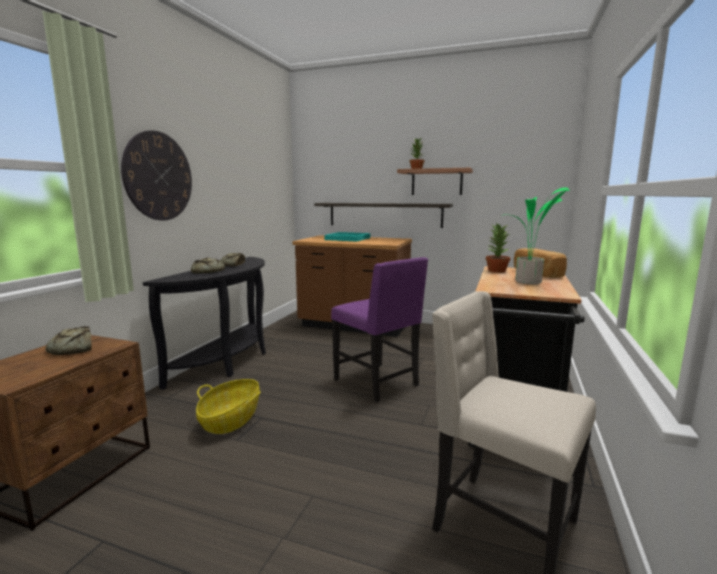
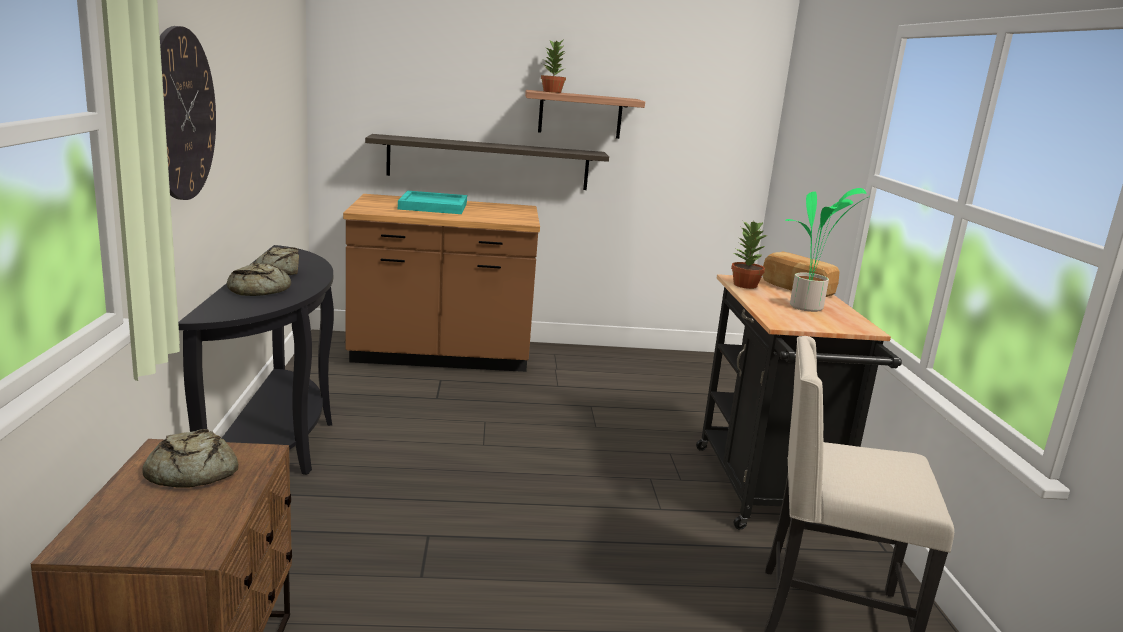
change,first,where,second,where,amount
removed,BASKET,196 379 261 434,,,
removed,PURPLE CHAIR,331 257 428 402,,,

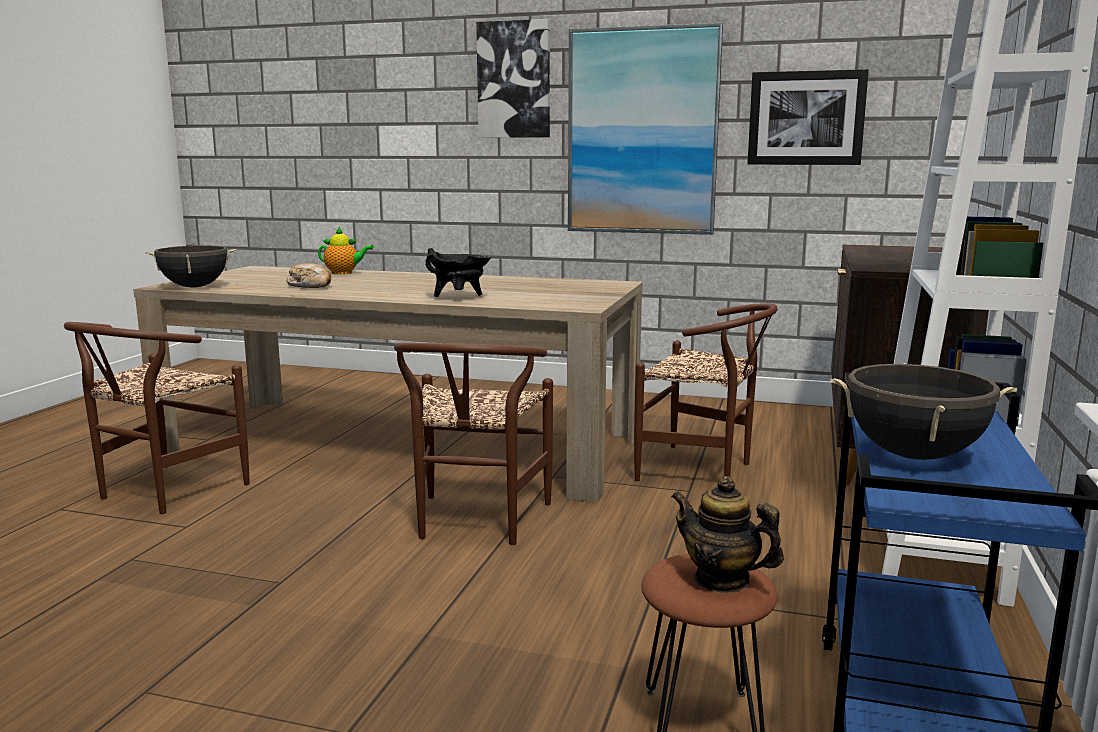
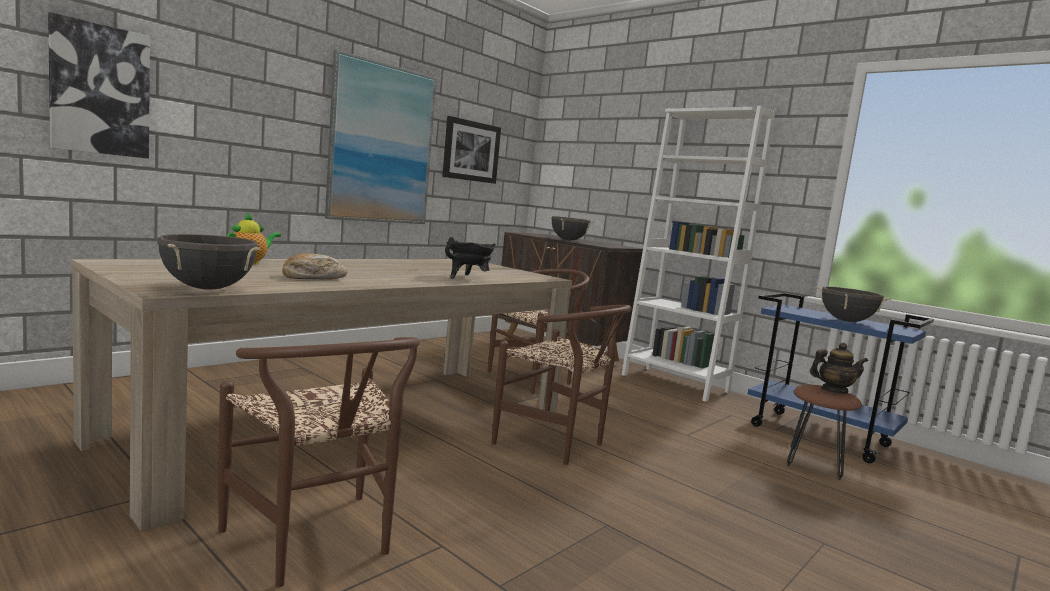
change,first,where,second,where,amount
moved,PICTURE,476 19 550 138,,48 12 150 159,
added,,,BLACK COOKING POT,549 216 594 240,
turned,TEAPOT,671 476 784 593,,810 342 868 394,150 degrees counterclockwise

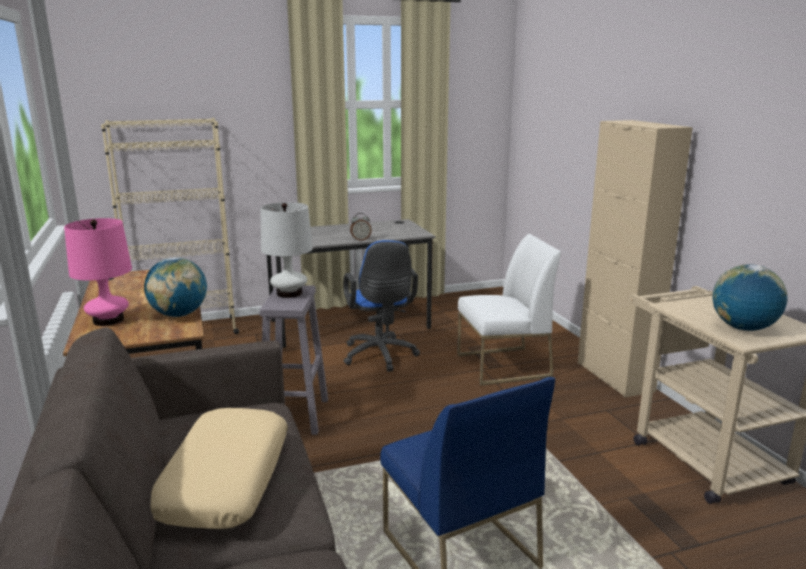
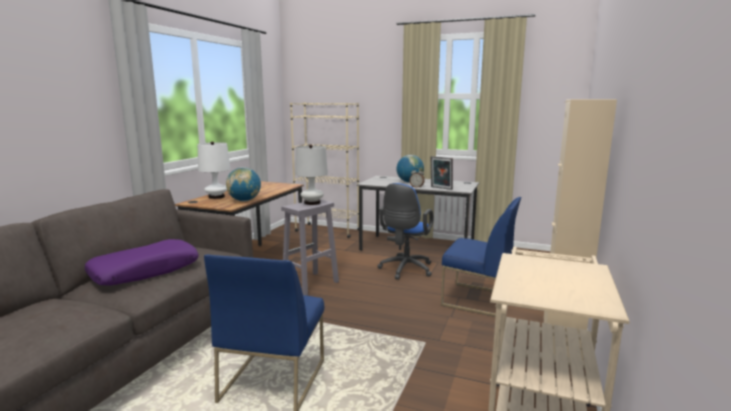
change,first,where,second,where,amount
recoloured,BEIGE PILLOW,150 408 288 529,PURPLE PILLOW,85 239 199 286,
recoloured,PINK TABLE LAMP,64 218 132 326,WHITE TABLE LAMP,198 141 231 199,
moved,GLOBE,713 264 788 331,,396 155 424 183,
added,,,PICTURE FRAME,431 156 453 190,
recoloured,WHITE CHAIR,457 234 561 385,BLUE CHAIR,441 197 521 317,

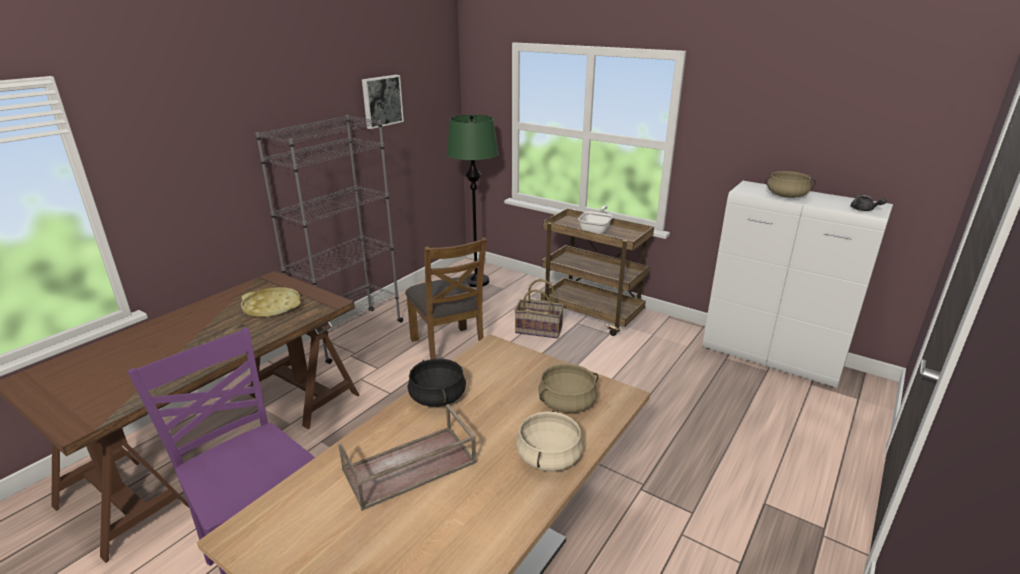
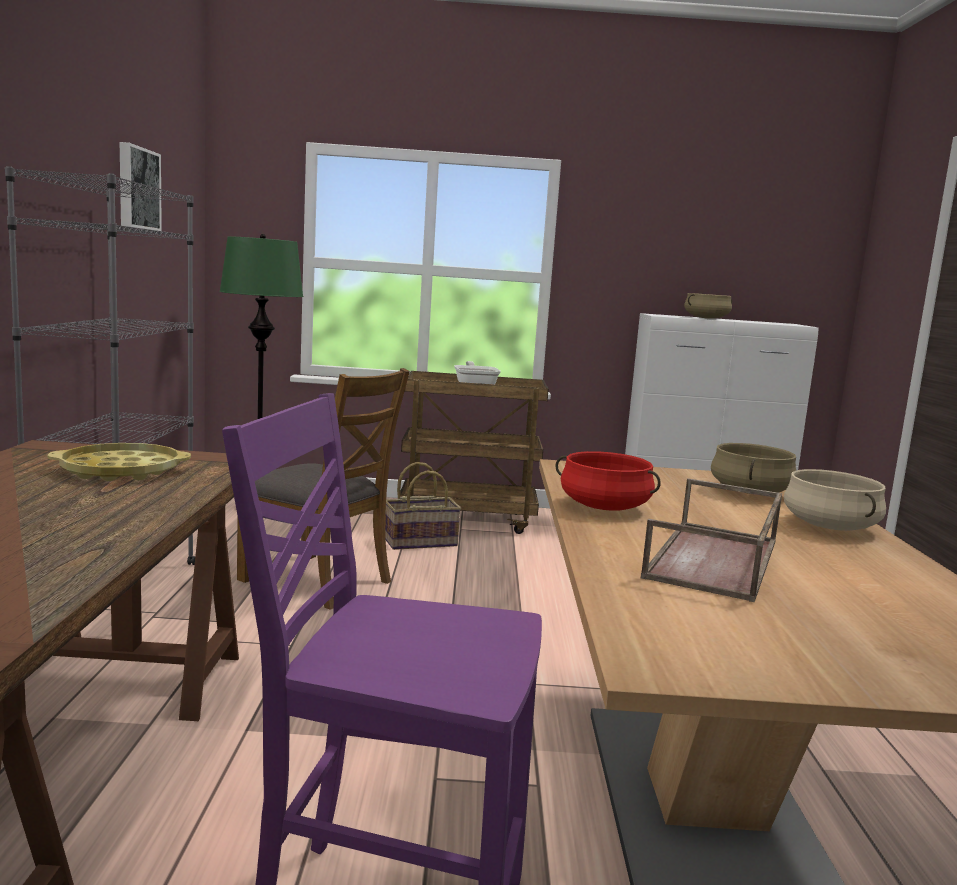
change,first,where,second,where,amount
recoloured,BLACK COOKING POT,408 359 466 407,RED COOKING POT,555 451 661 511,
removed,GREY TEAPOT,851 195 887 211,,,

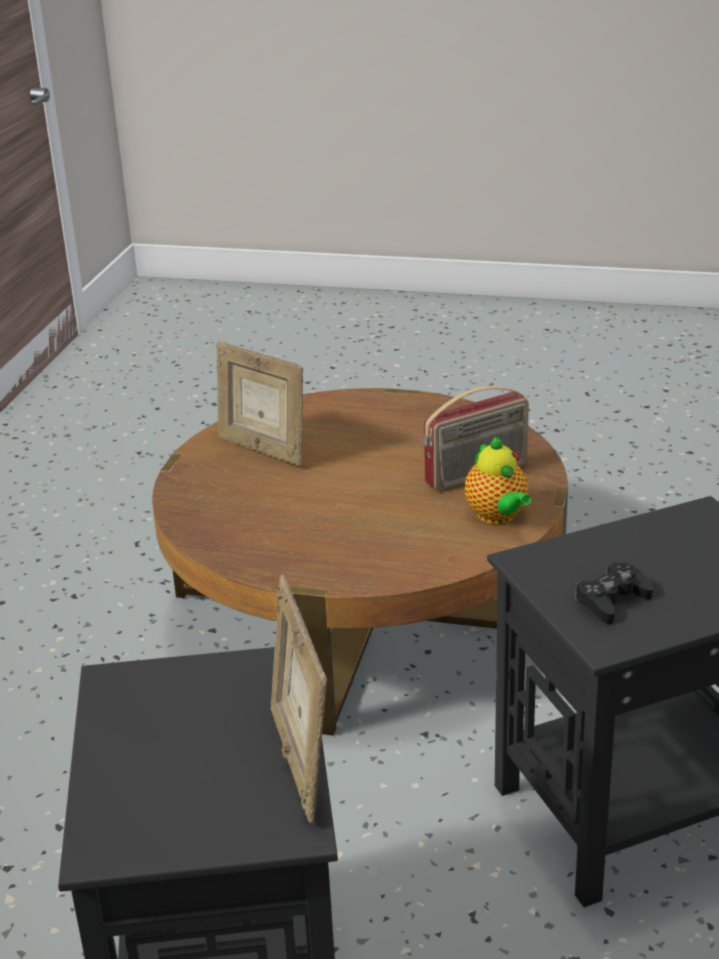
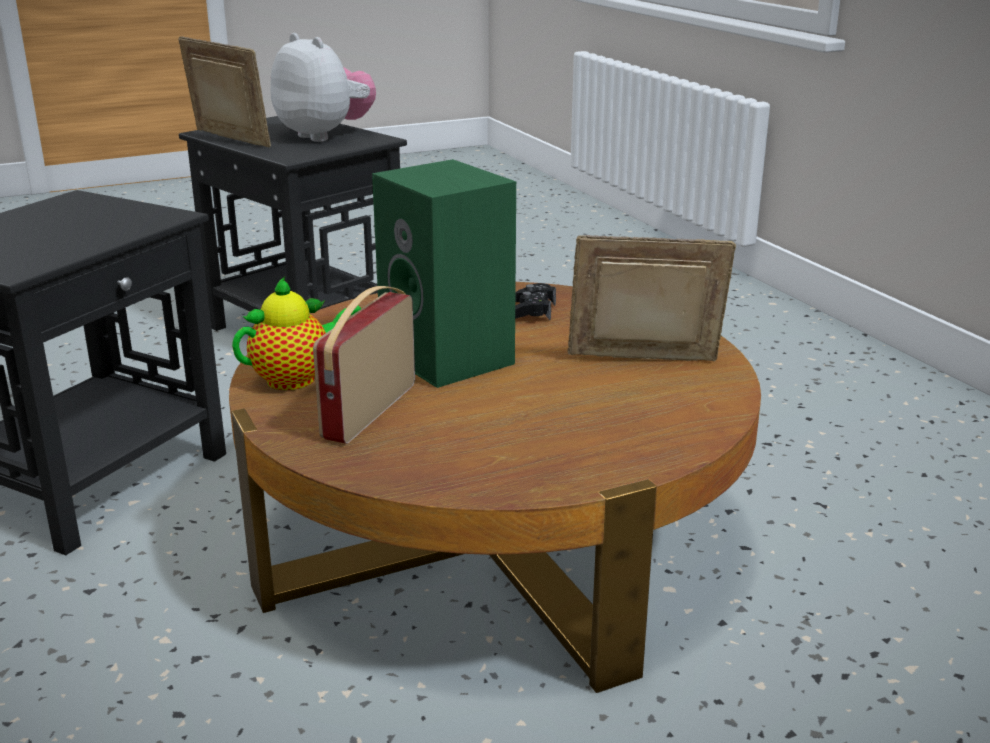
change,first,where,second,where,amount
turned,TEAPOT,465 436 531 524,,232 276 362 390,120 degrees clockwise
added,,,PLUSH TOY,270 33 376 142,
added,,,GREEN SPEAKER,372 159 516 388,
moved,BLACK GAME CONTROLLER,575 562 653 624,,515 283 556 320,

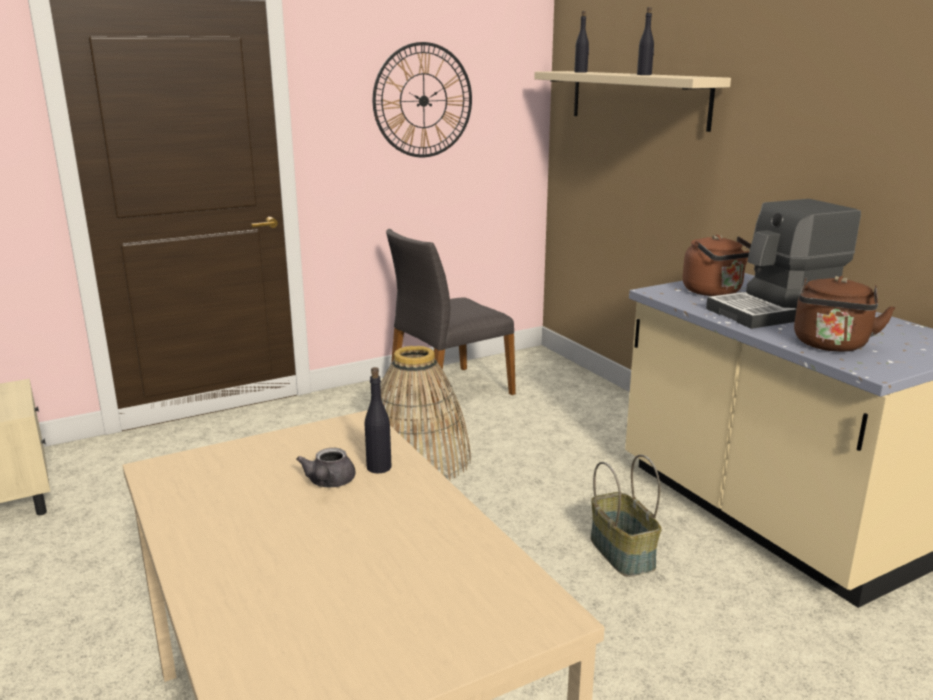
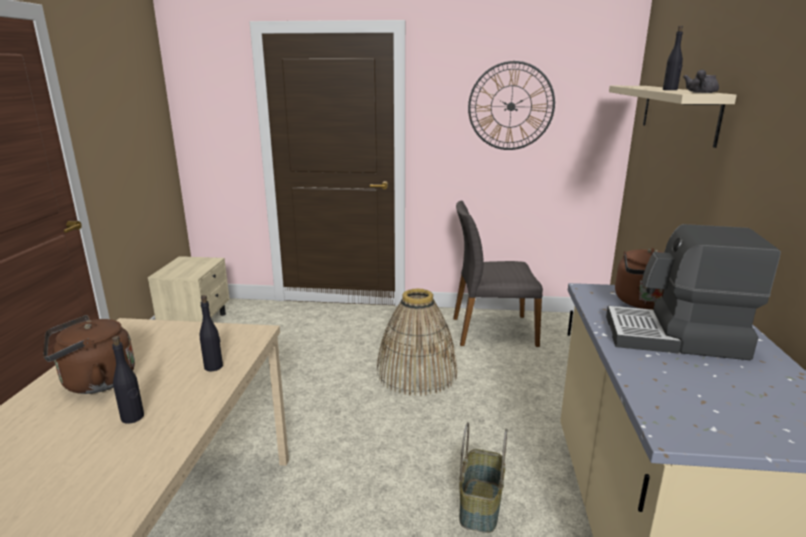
change,first,where,second,where,amount
moved,BROWN KETTLE,794 276 896 352,,43 315 135 394,
moved,BLACK BOTTLE,574 11 589 73,,112 336 144 424,
moved,GREY TEAPOT,296 448 355 488,,683 70 719 93,

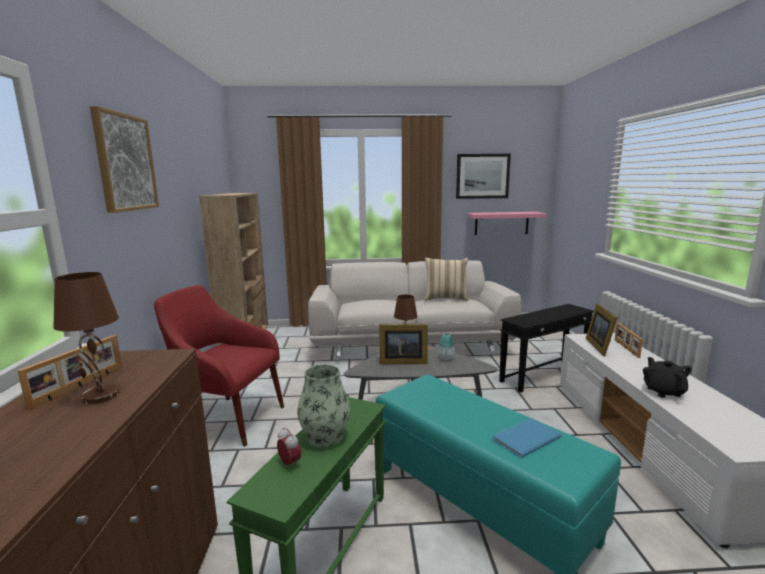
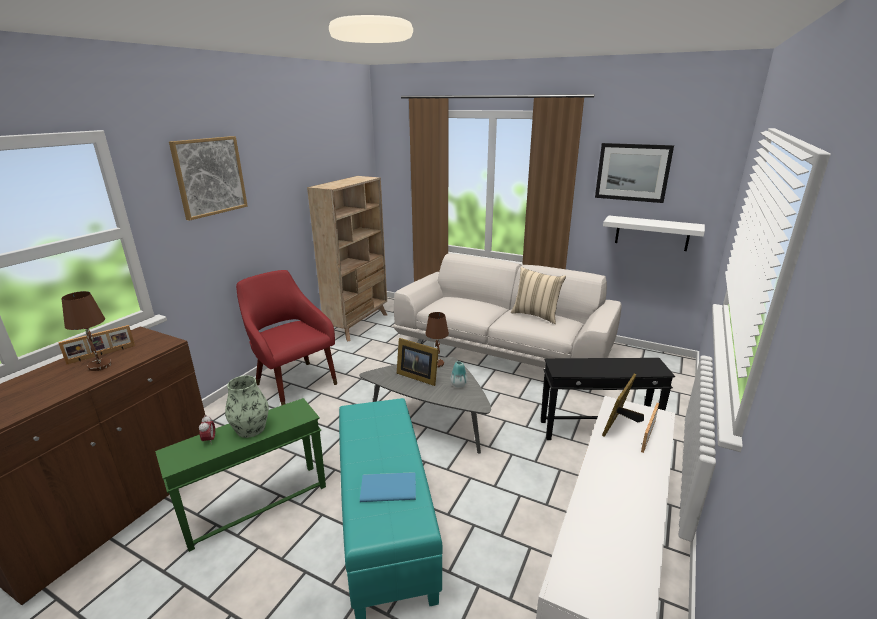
change,first,where,second,where,amount
recoloured,PINK SHELF,467 212 546 235,WHITE SHELF,603 215 705 251,
removed,BLACK TEAPOT,643 357 692 398,,,

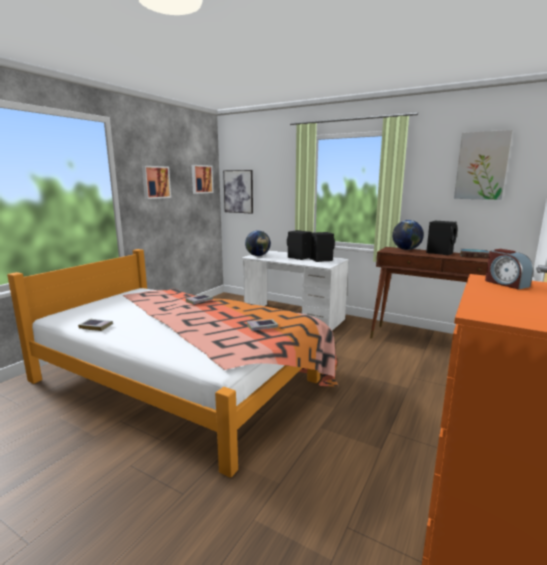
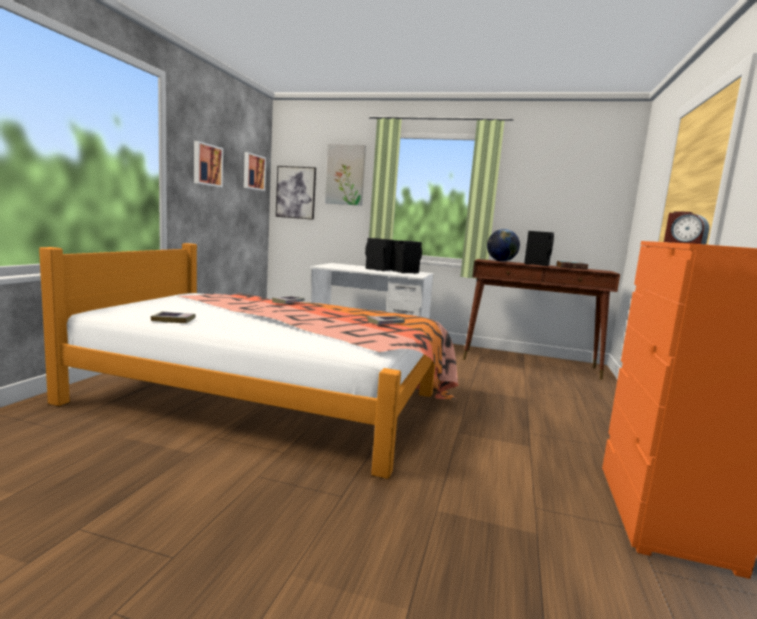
change,first,where,second,where,amount
moved,PICTURE,454 130 512 200,,325 144 366 206,
removed,GLOBE,245 230 271 256,,,

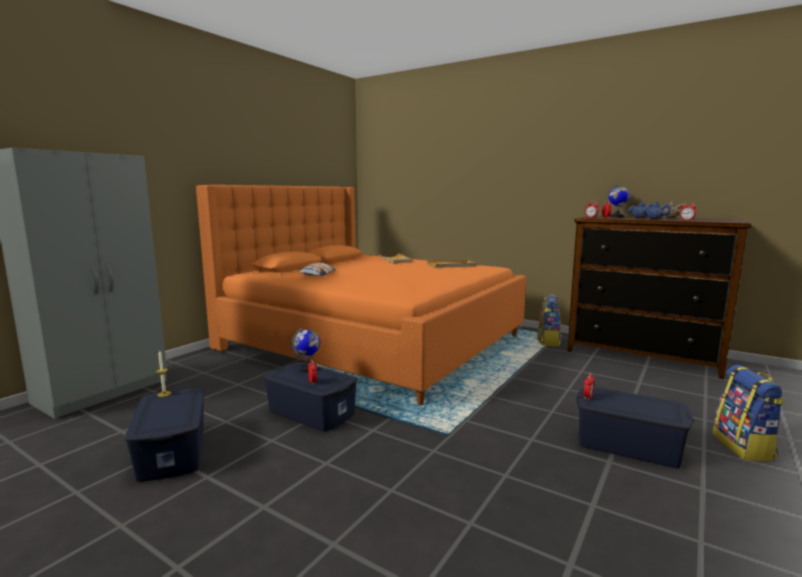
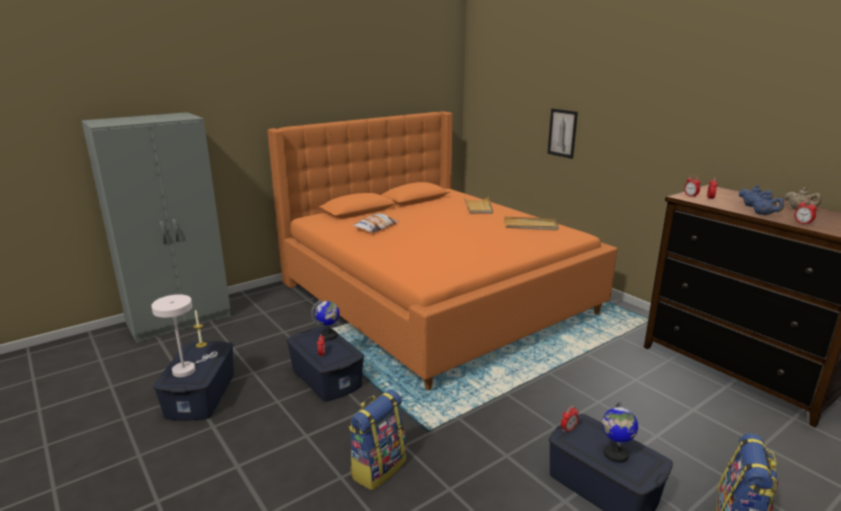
change,first,where,second,where,amount
added,,,WHITE TABLE LAMP,151 294 218 377,
moved,BACKPACK,537 294 562 347,,349 390 406 491,
added,,,PICTURE,547 108 578 159,
moved,GLOBE,608 184 630 217,,602 402 638 463,

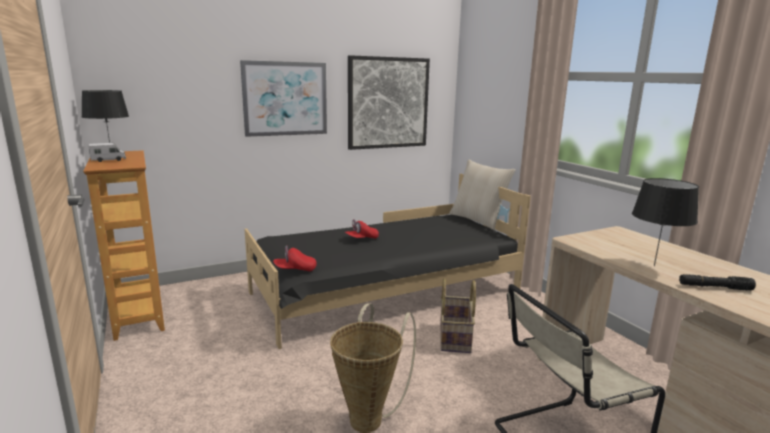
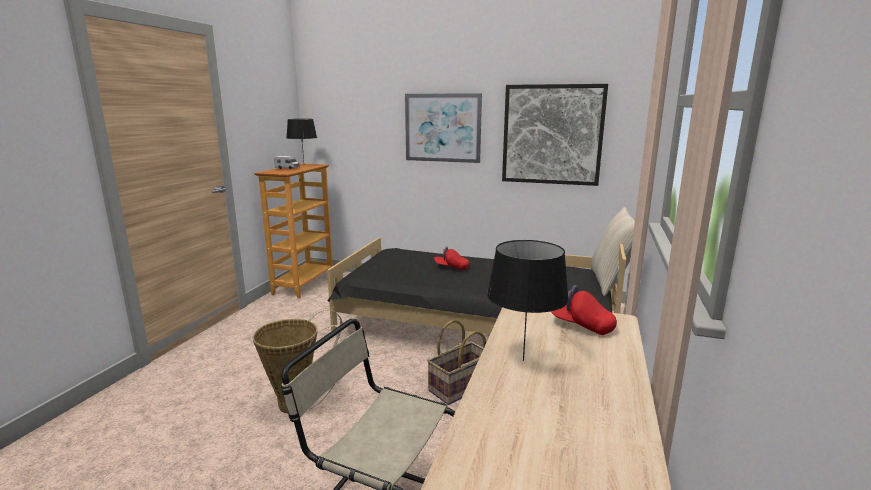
change,first,where,second,where,amount
moved,RED CAP,273 245 317 271,,551 285 617 335,
removed,BLACK FLASHLIGHT,679 274 756 290,,,

